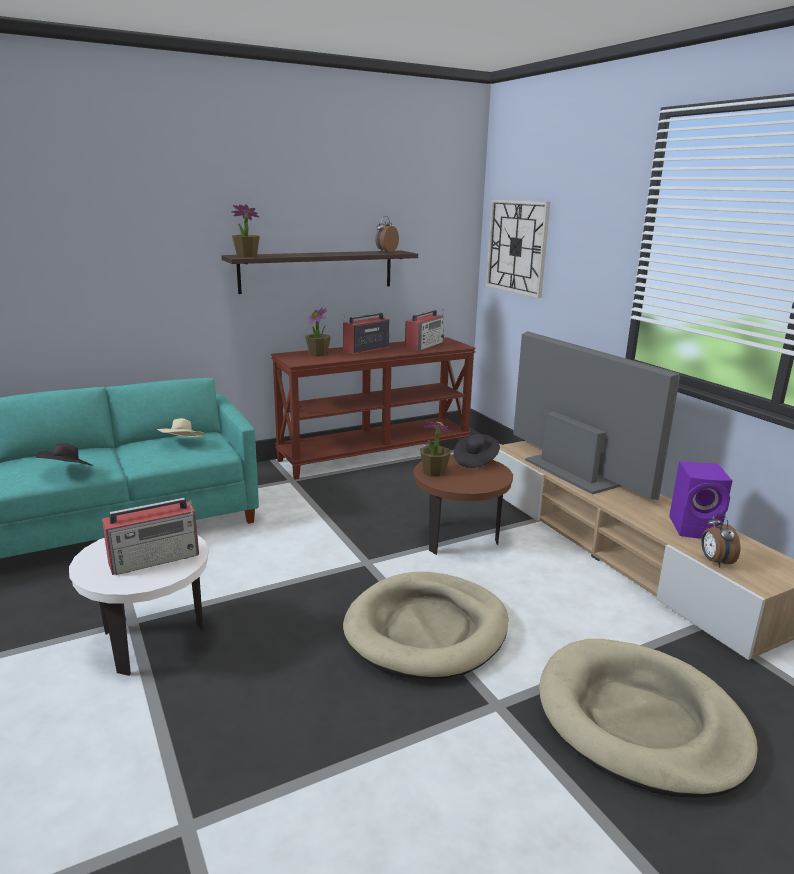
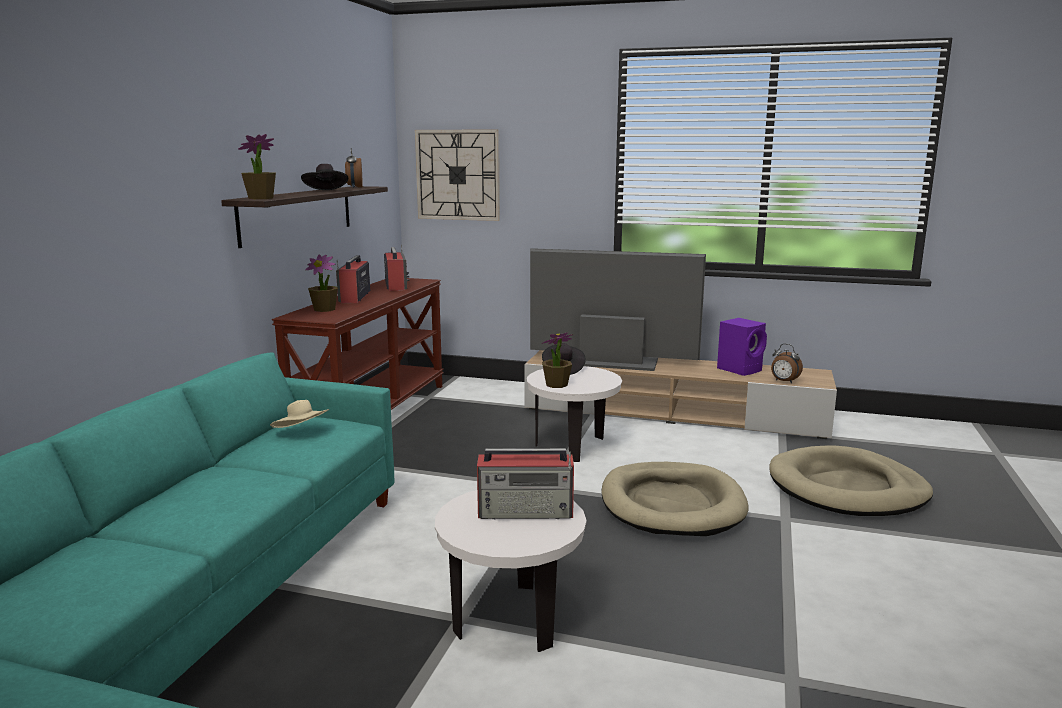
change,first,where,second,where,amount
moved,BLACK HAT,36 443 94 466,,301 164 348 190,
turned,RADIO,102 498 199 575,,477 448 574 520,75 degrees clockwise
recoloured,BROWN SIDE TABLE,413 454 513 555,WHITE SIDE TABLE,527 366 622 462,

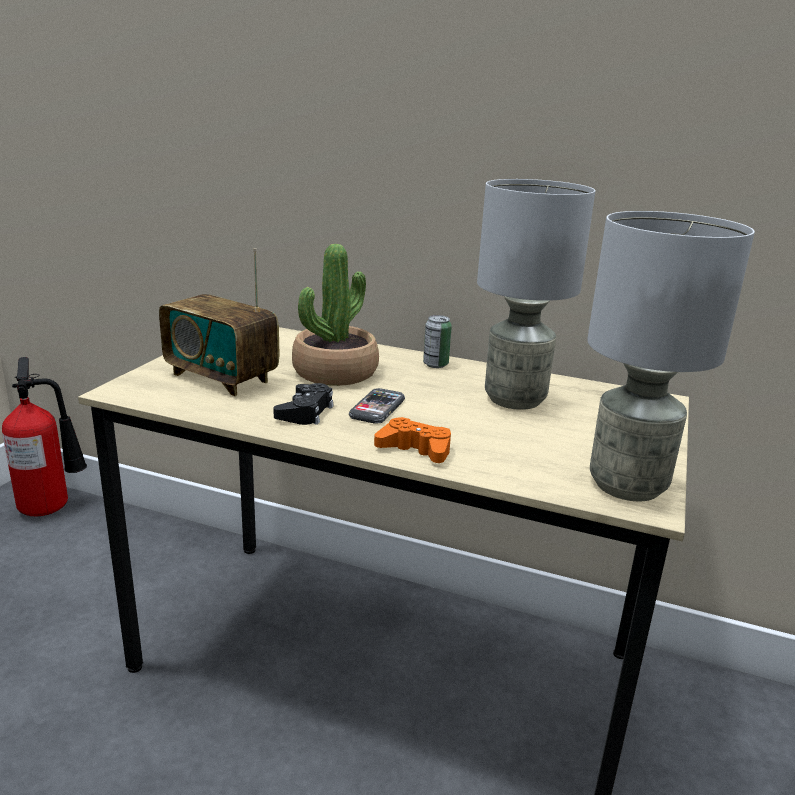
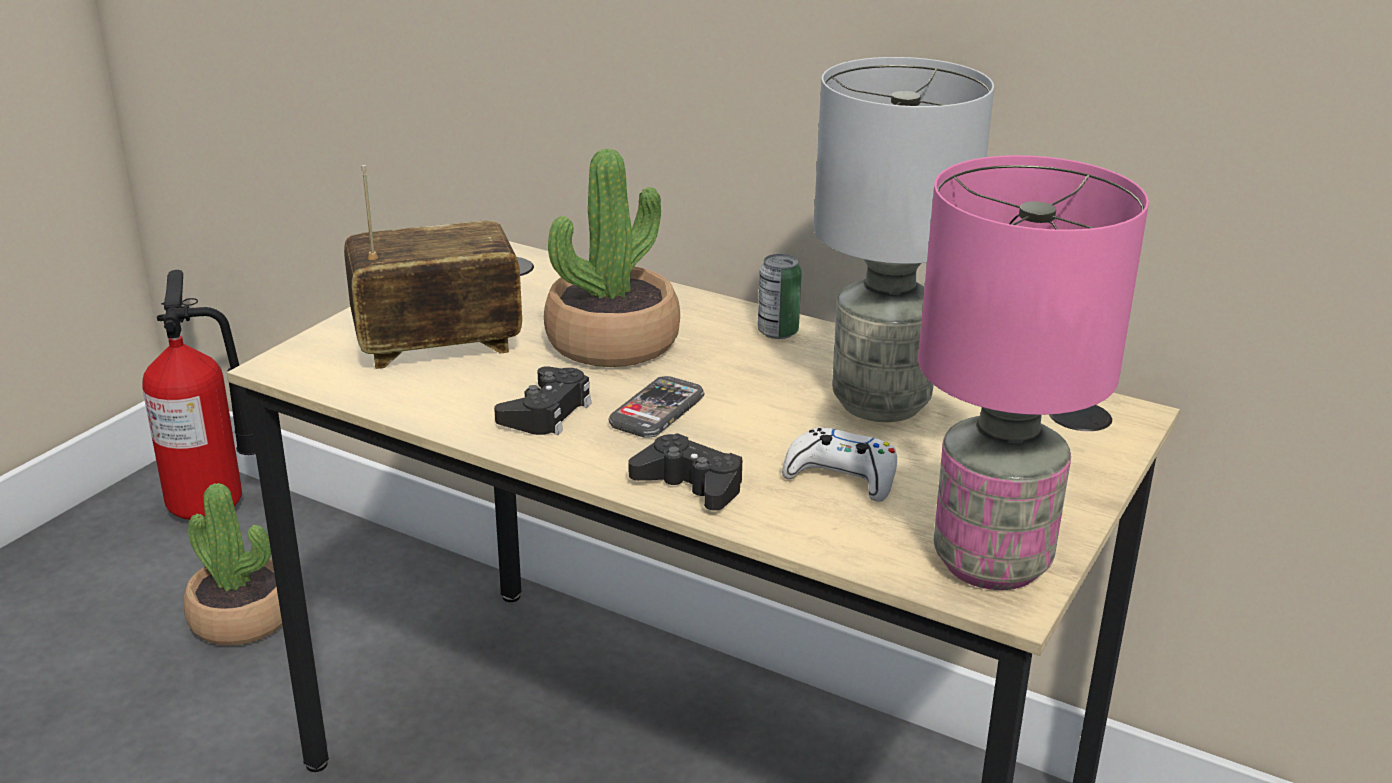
change,first,where,second,where,amount
added,,,POTTED PLANT,183 483 283 646,
turned,RADIO,159 248 280 396,,344 165 522 369,120 degrees clockwise
recoloured,ORANGE GAME CONTROLLER,374 417 451 463,BLACK GAME CONTROLLER,628 433 742 511,
added,,,WHITE GAME CONTROLLER,782 427 897 502,
recoloured,GREY TABLE LAMP,587 211 755 502,PINK TABLE LAMP,918 155 1149 590,

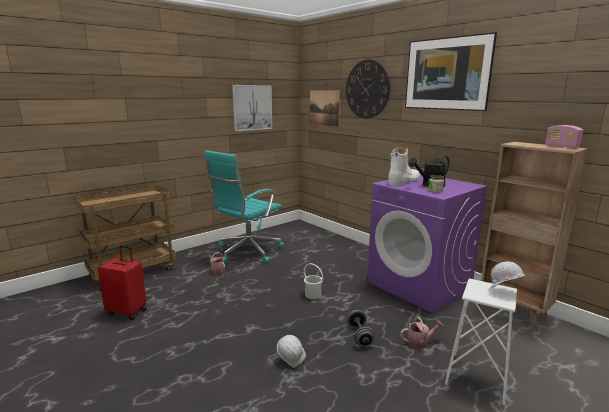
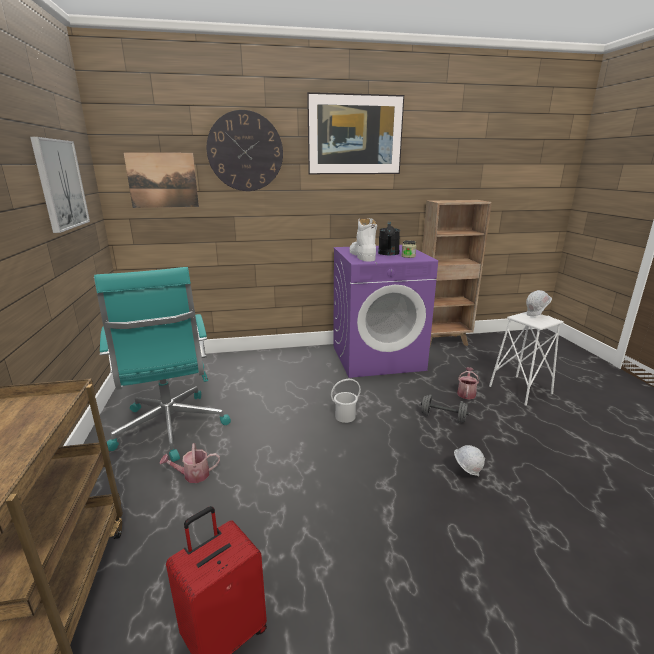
change,first,where,second,where,amount
removed,RADIO,545 125 583 148,,,

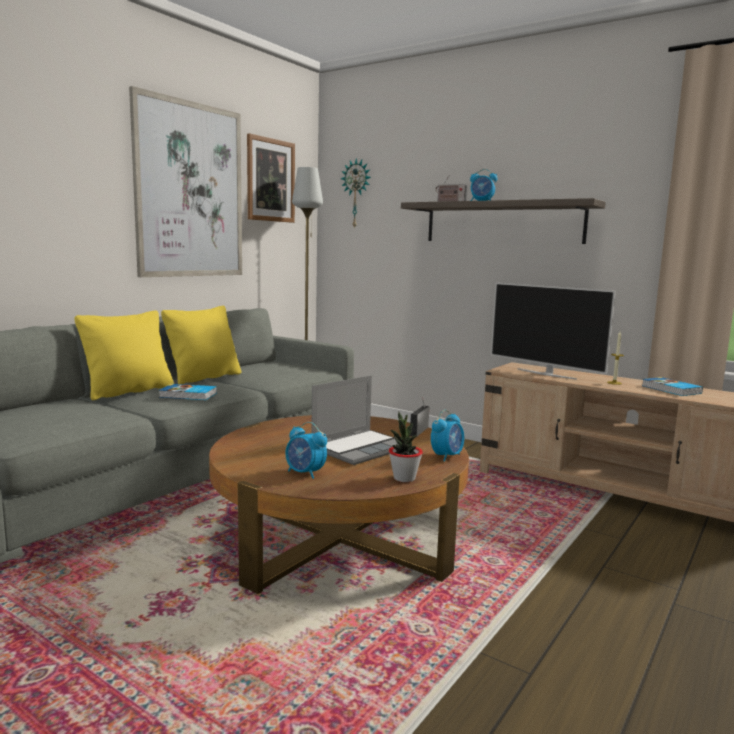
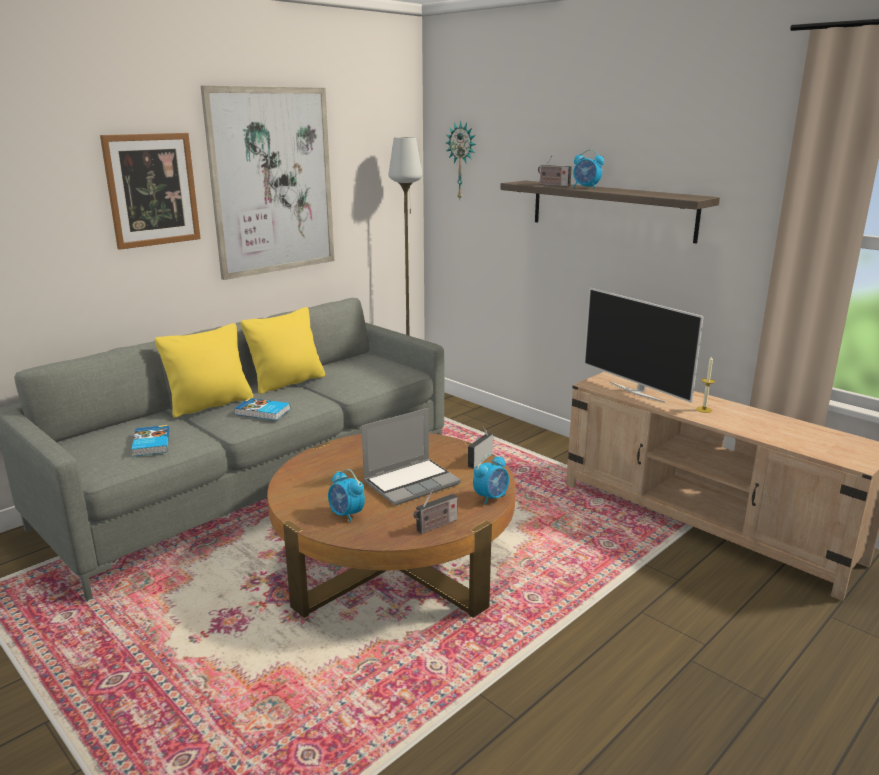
change,first,where,second,where,amount
moved,PICTURE,247 133 295 223,,100 133 201 250,
moved,BOOK,642 377 703 396,,132 425 169 457,
replaced,POTTED PLANT,389 412 423 482,RADIO,413 490 458 534,

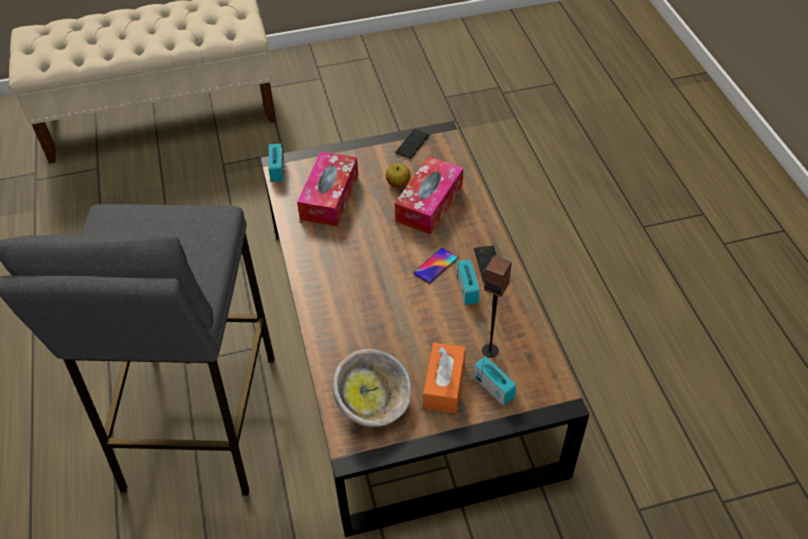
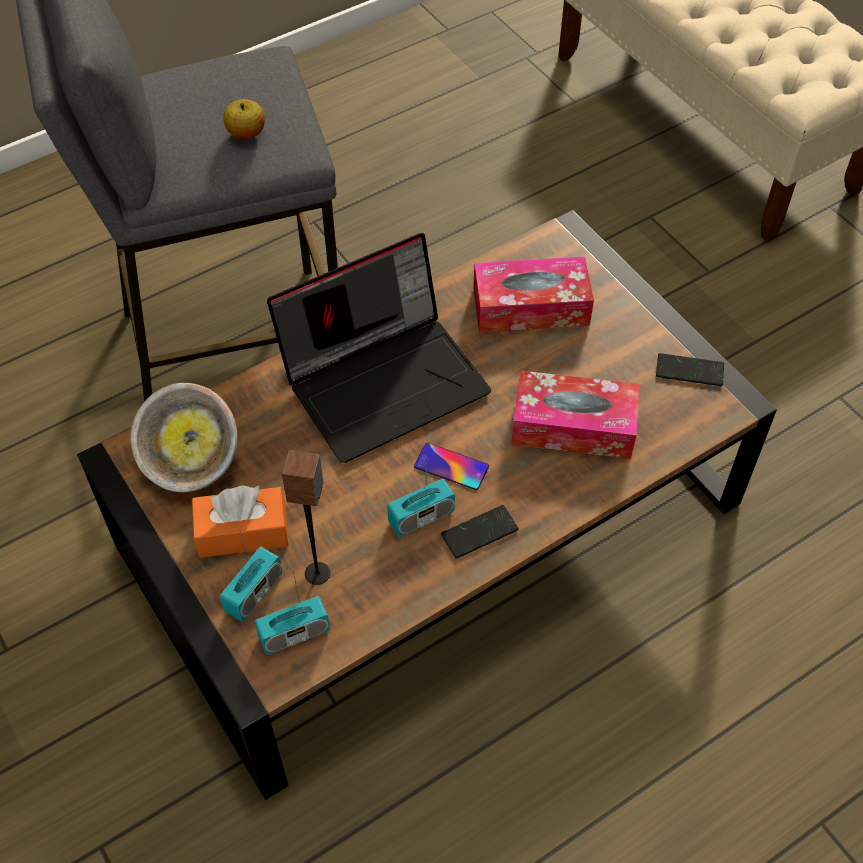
change,first,where,second,where,amount
moved,APPLE,386 164 411 188,,223 99 265 139,
moved,RADIO,263 127 285 182,,255 570 330 655,
added,,,LAPTOP,267 233 491 463,

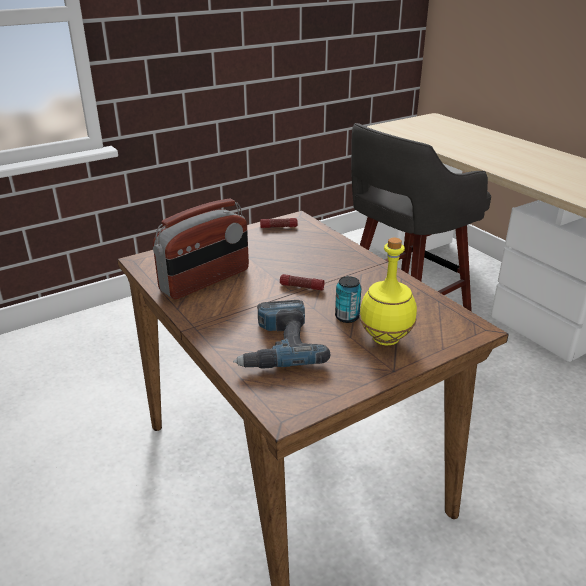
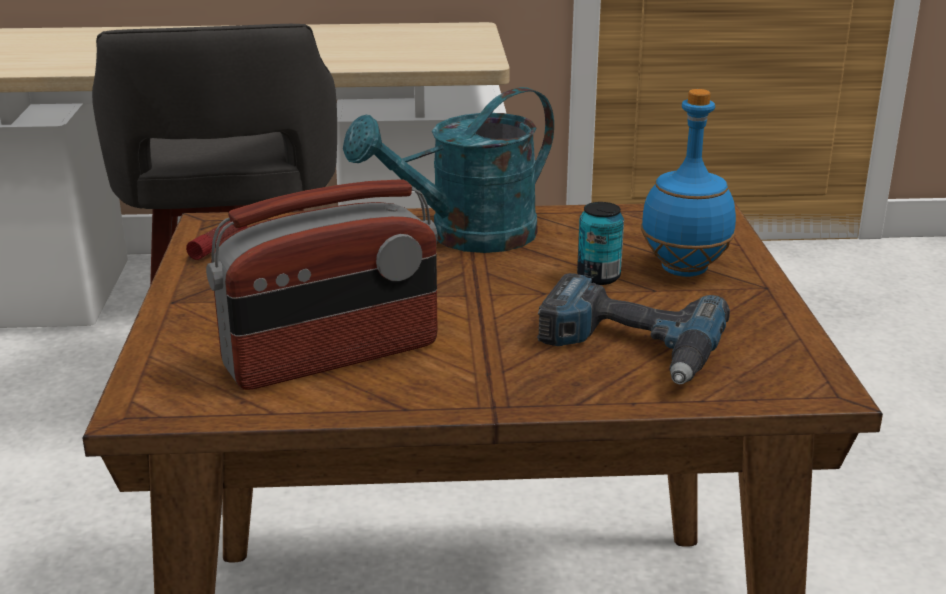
change,first,where,second,where,amount
turned,RADIO,153 198 249 299,,206 179 438 390,75 degrees clockwise
added,,,TURQUOISE WATERING CAN,343 87 554 253,
recoloured,YELLOW BOTTLE,359 238 417 345,BLUE BOTTLE,641 89 736 277,
removed,FLASHLIGHT,280 274 325 290,,,

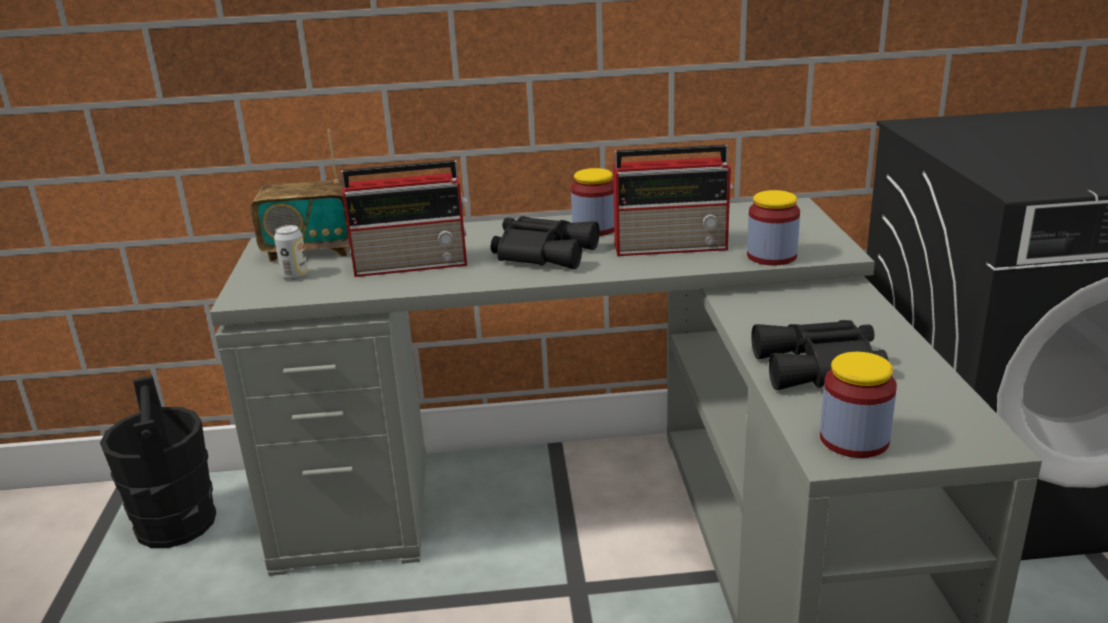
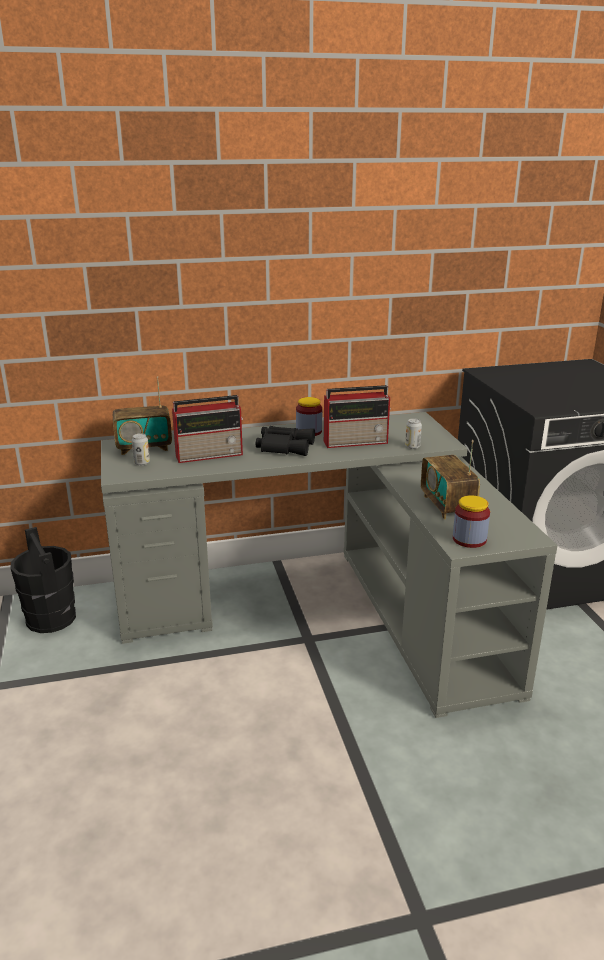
change,first,where,second,where,amount
replaced,JAR,747 190 800 265,CAN,405 418 422 449,
replaced,BLACK BINOCULARS,751 320 888 390,RADIO,421 440 480 519,

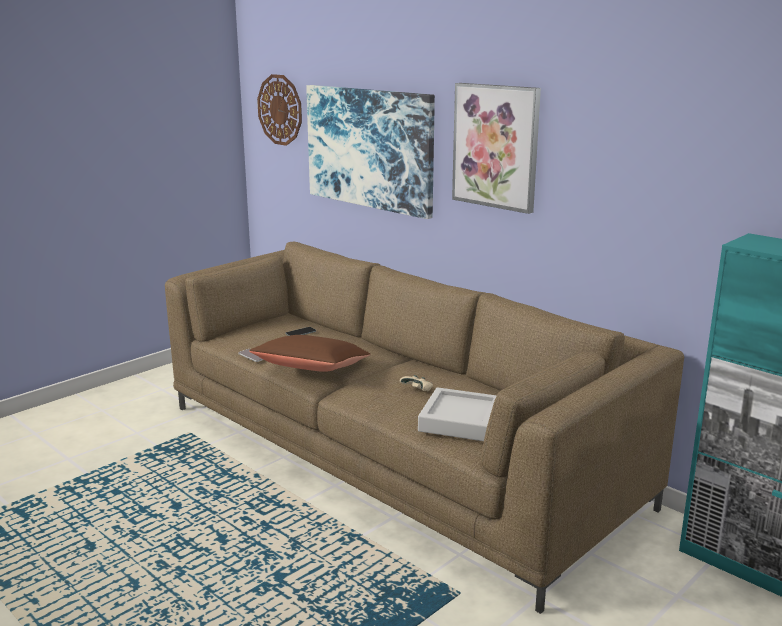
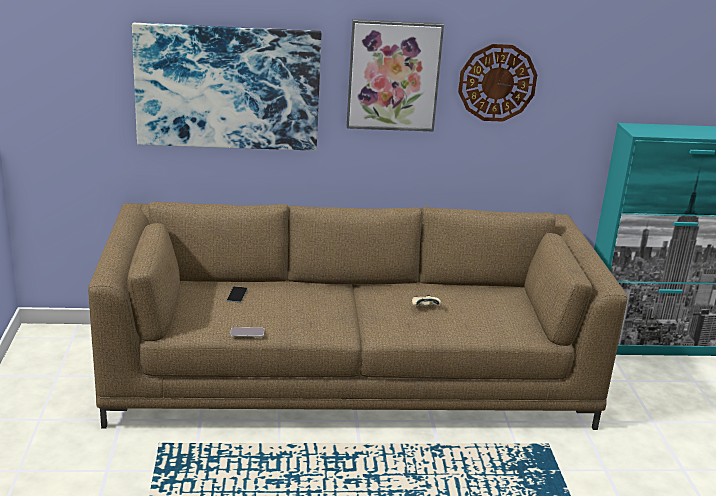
change,first,where,second,where,amount
moved,WALL CLOCK,257 74 302 146,,458 44 537 122,
removed,BROWN PILLOW,249 335 370 372,,,
removed,GREY TRAY,418 387 497 441,,,

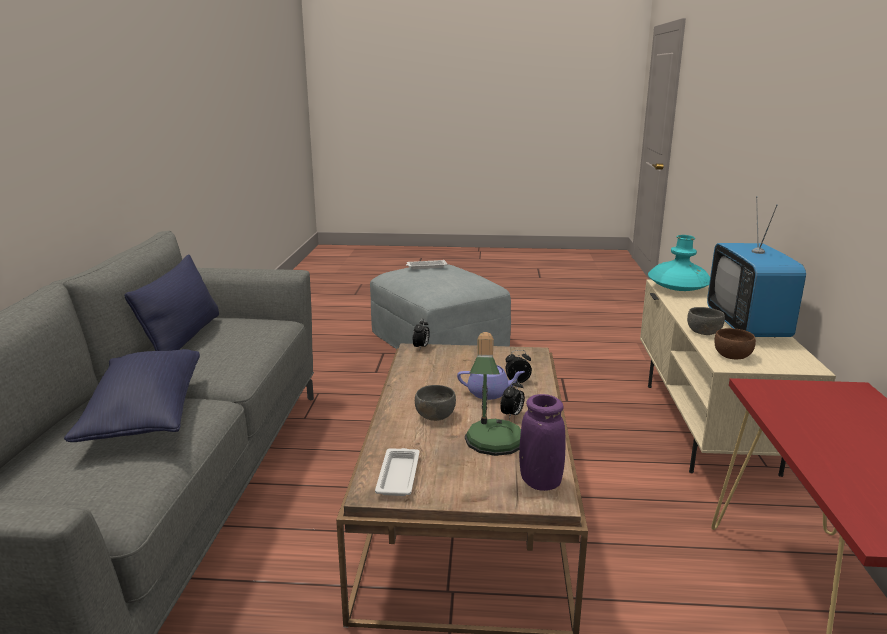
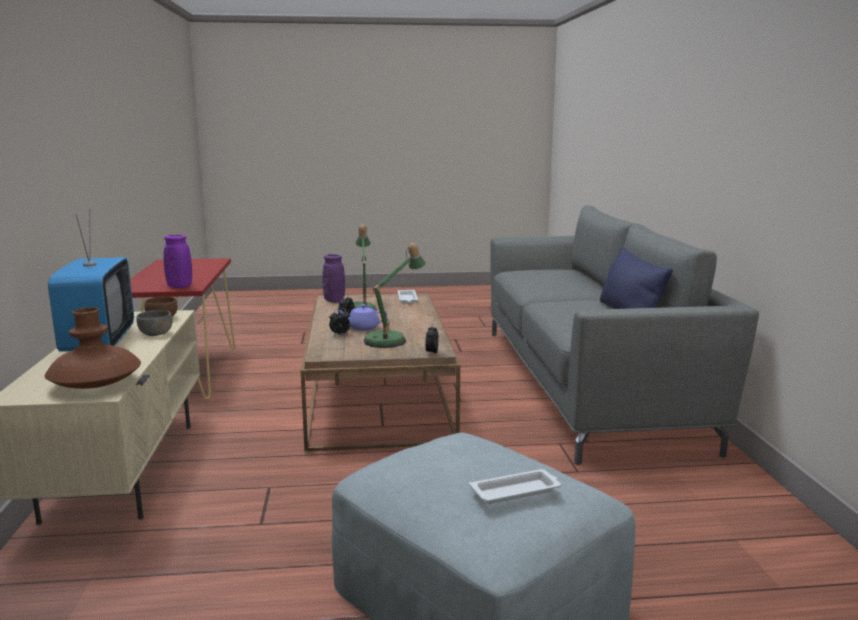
change,first,where,second,where,amount
recoloured,TURQUOISE VASE,648 235 710 291,BROWN VASE,45 307 141 389,
added,,,PURPLE VASE,164 235 192 288,
added,,,TABLE LAMP,364 243 426 348,
removed,BLUE PILLOW,64 349 200 442,,,
removed,GREY BOWL,415 385 456 421,,,

